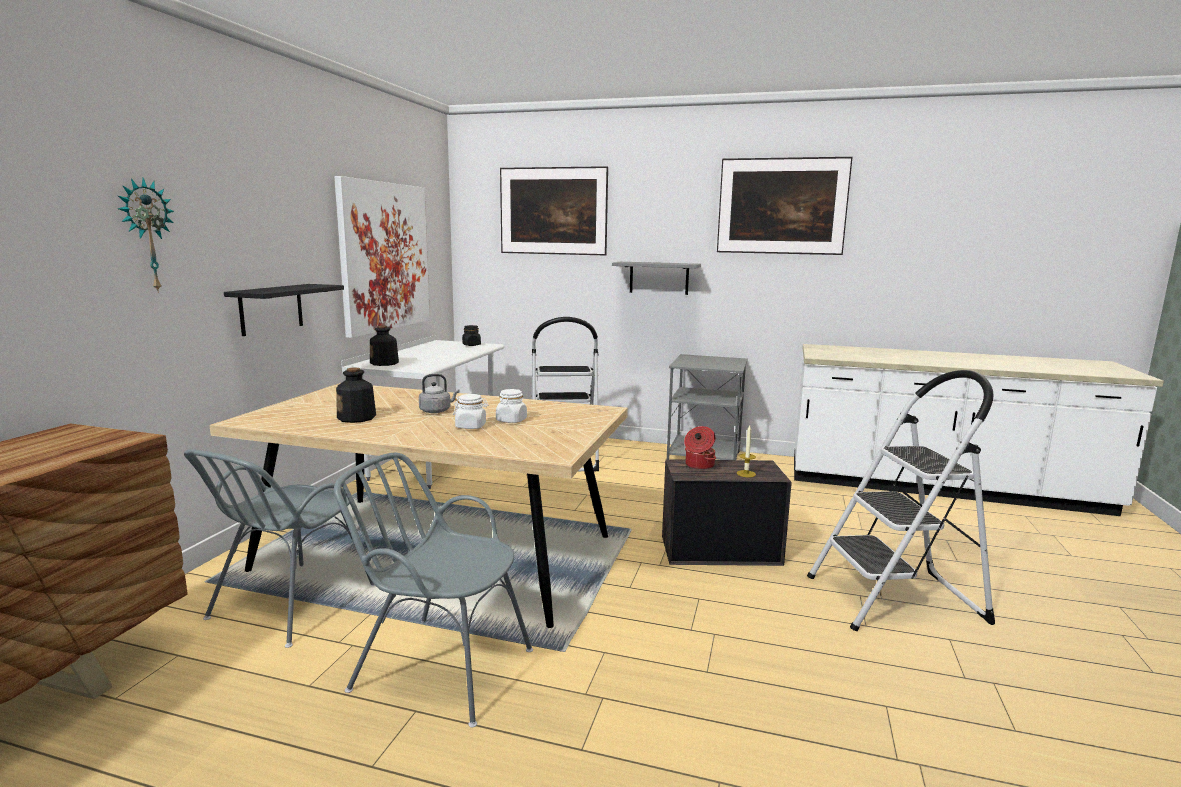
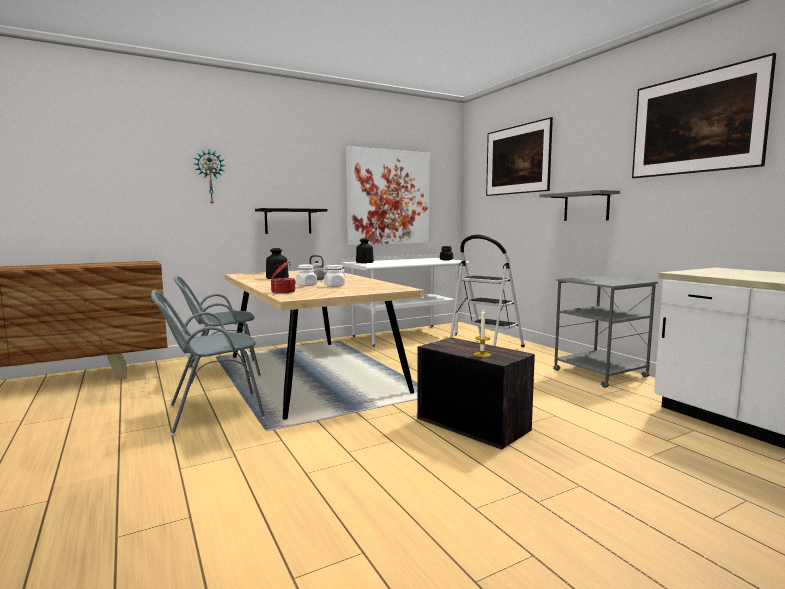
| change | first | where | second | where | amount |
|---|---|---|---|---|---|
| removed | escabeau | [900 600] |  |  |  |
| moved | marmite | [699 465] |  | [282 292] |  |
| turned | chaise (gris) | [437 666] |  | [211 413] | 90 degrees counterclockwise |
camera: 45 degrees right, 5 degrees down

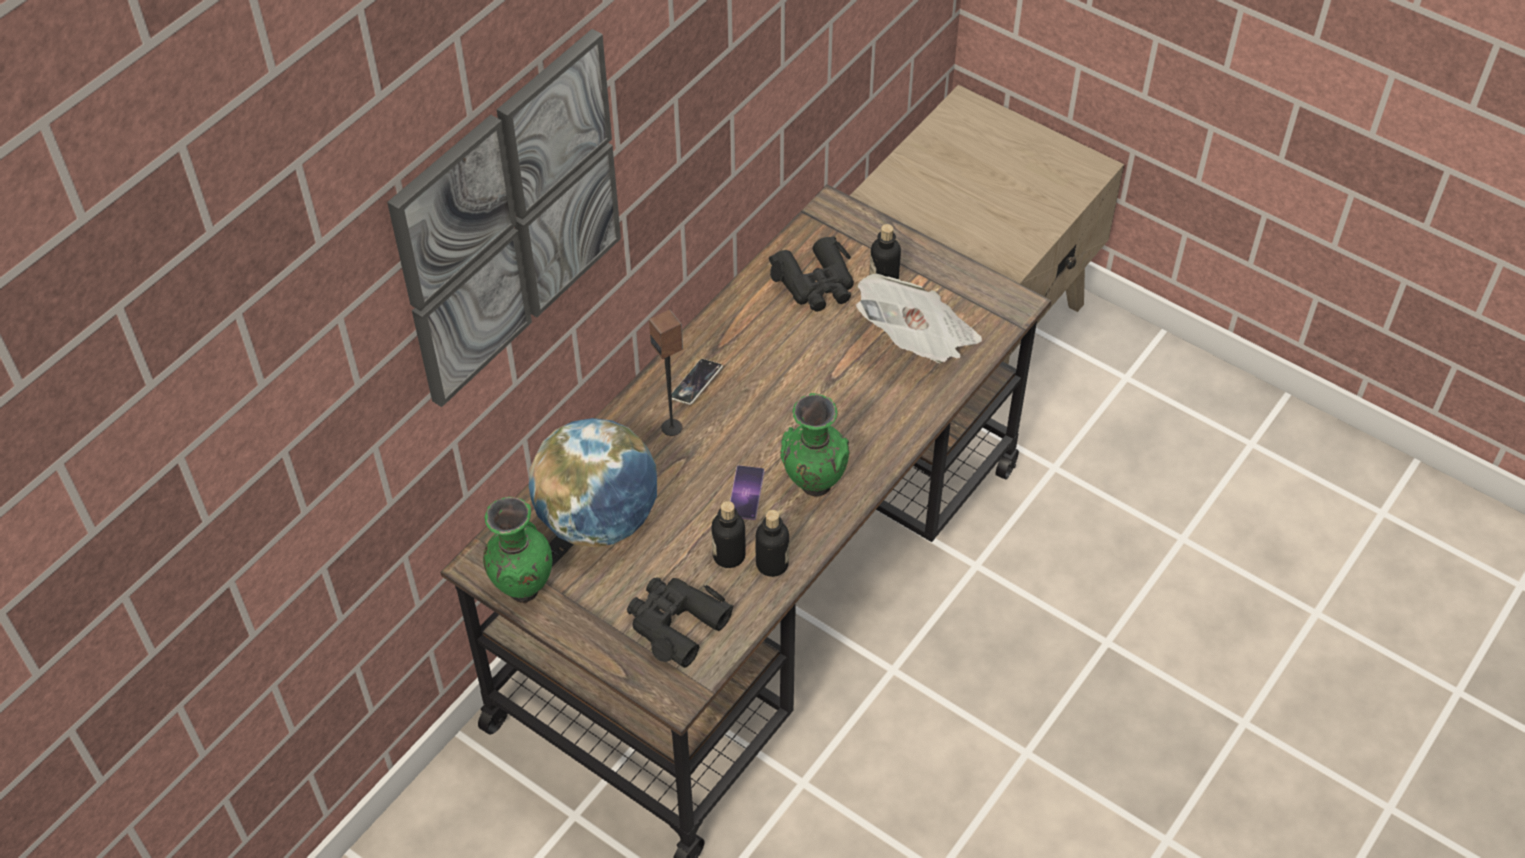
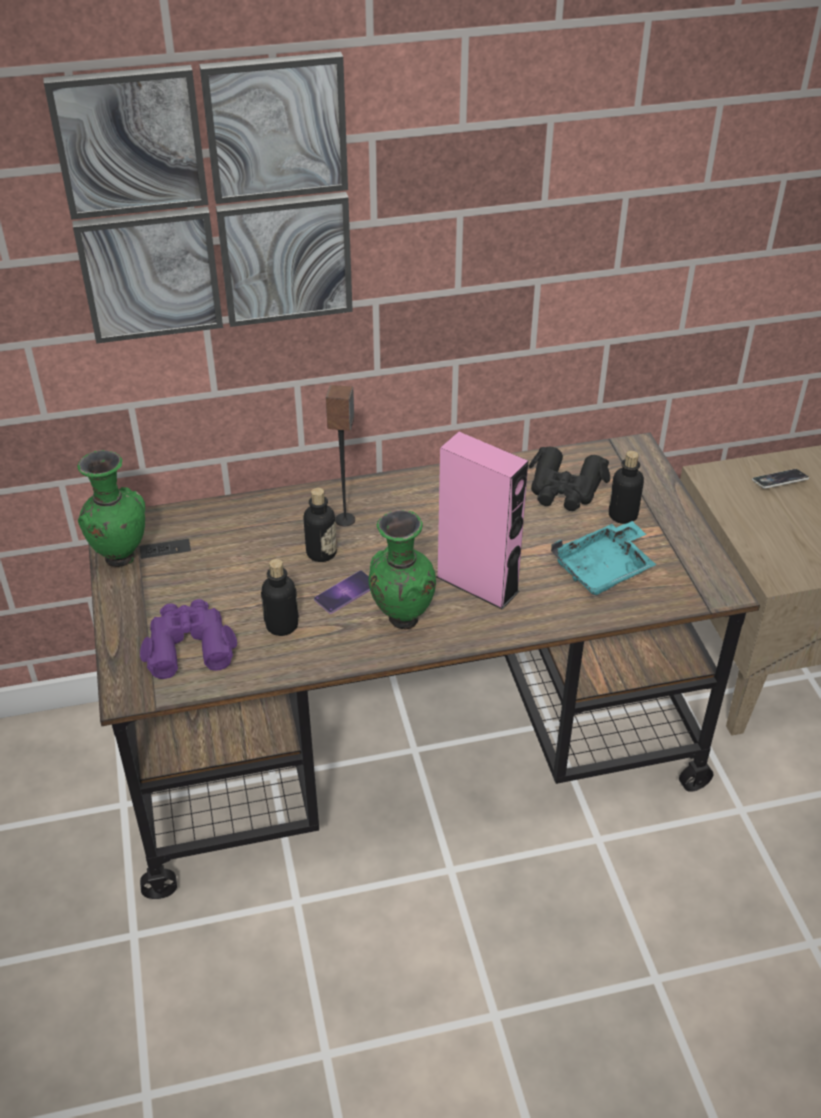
| change | first | where | second | where | amount |
|---|---|---|---|---|---|
| replaced | journal | [917 341] | plateau (turquoise) | [604 569] |  |
| moved | téléphone | [696 384] |  | [779 481] |  |
| removed | globe | [598 519] |  |  |  |
| moved | bouteille | [772 564] |  | [321 553] |  |
| recoloured | jumelles (noir) | [675 623] | jumelles (violet) | [188 645] |  |
| added |  |  | enceinte (rose) | [477 584] |  |
camera: 40 degrees right, 10 degrees down

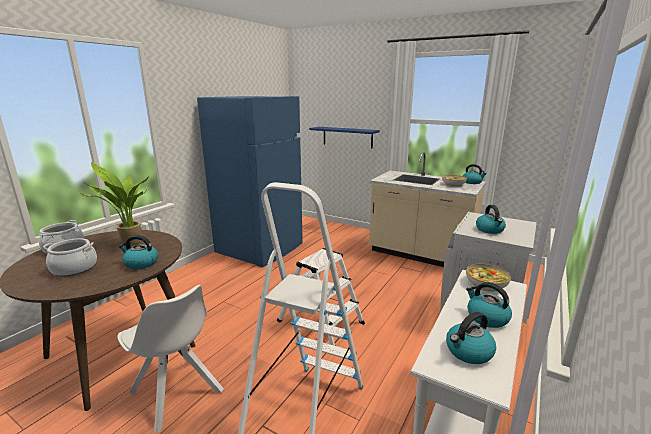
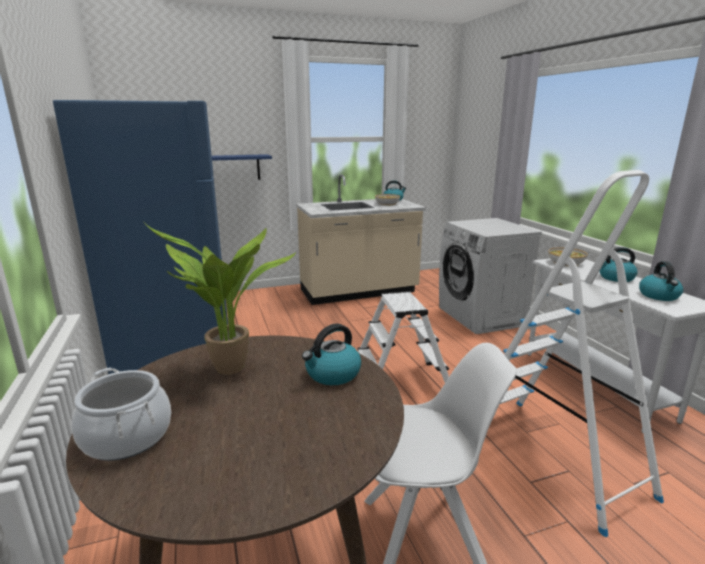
| change | first | where | second | where | amount |
|---|---|---|---|---|---|
| removed | bouilloire | [490 230] |  |  |  |
| removed | marmite | [74 268] |  |  |  |
camera: 50 degrees left, 0 degrees up

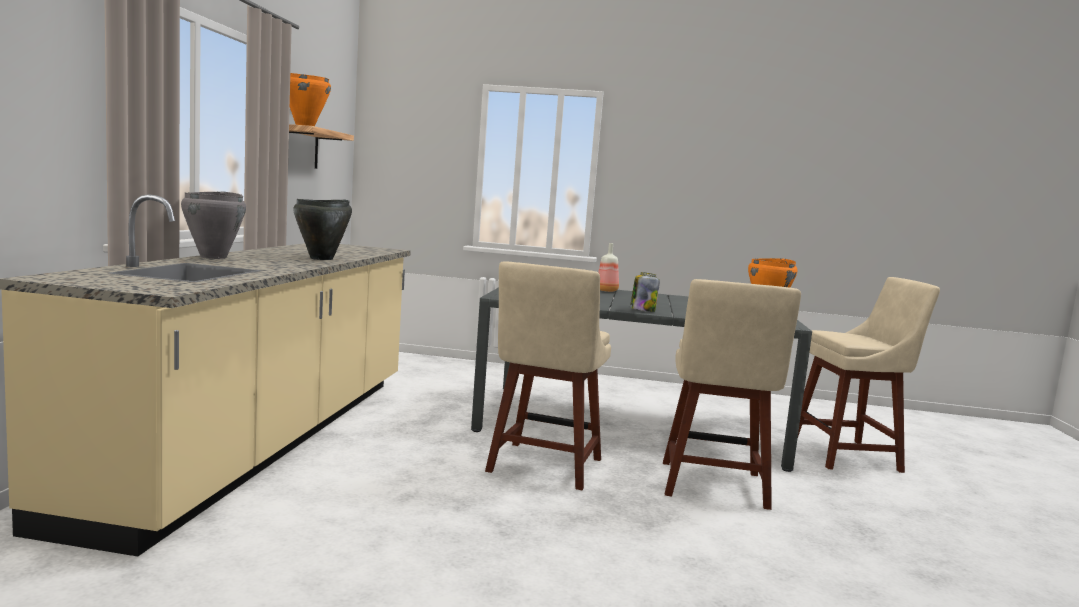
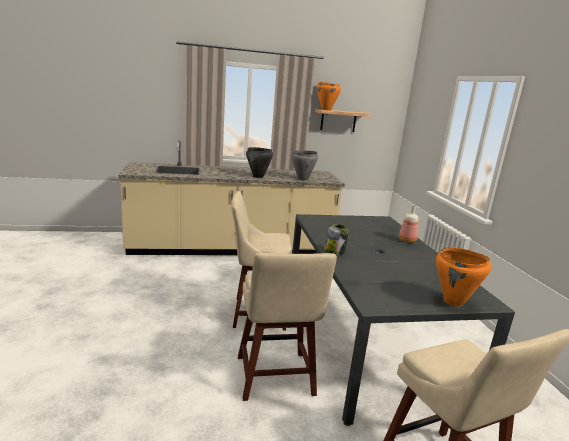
| change | first | where | second | where | amount |
|---|---|---|---|---|---|
| moved | marmite (gris) | [214 257] |  | [302 179] |  |
| turned | chaise (beige) | [713 487] |  | [275 378] | 90 degrees counterclockwise |
camera: 70 degrees right, 10 degrees up

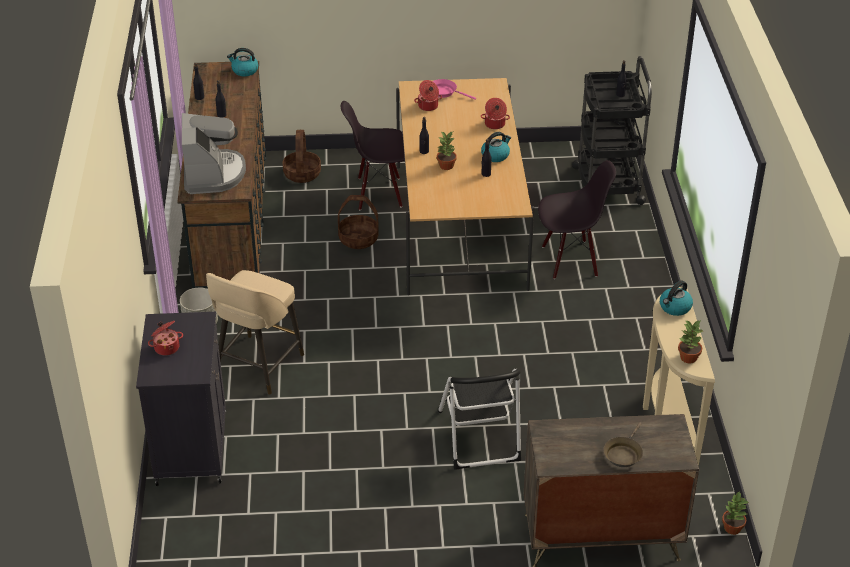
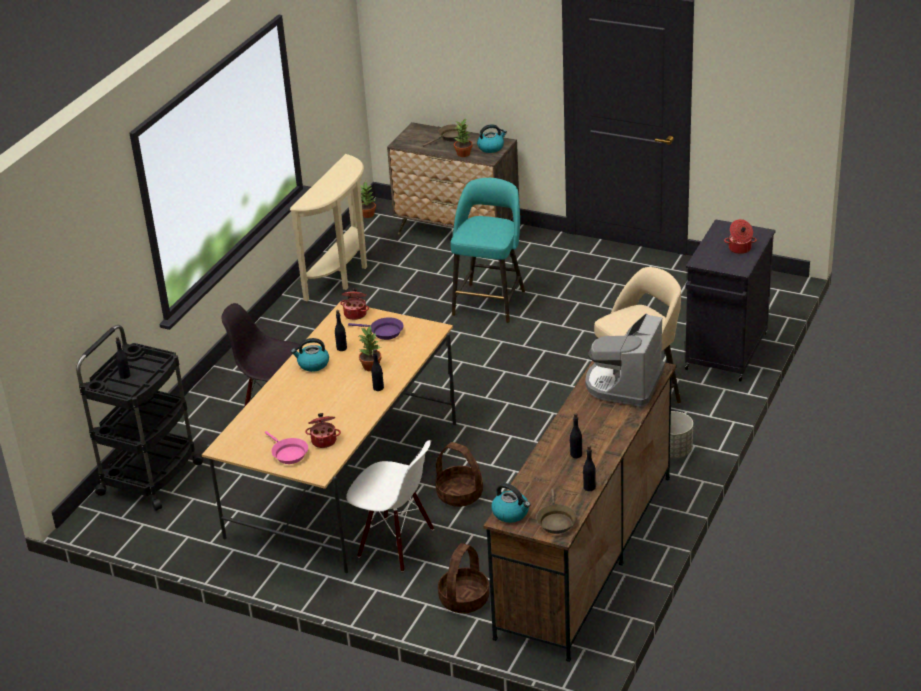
| change | first | where | second | where | amount |
|---|---|---|---|---|---|
| moved | marmite | [494 124] |  | [355 314] |  |
| recoloured | chaise (noir) | [379 193] | chaise (blanc) | [395 543] |  |
| moved | bouilloire | [675 307] |  | [491 147] |  |
| moved | plante en pot | [688 357] |  | [464 154] |  |
| replaced | escabeau | [479 438] | tabouret (turquoise) | [489 301] |  |
| added |  |  | poêle (violet) | [384 332] |  |
| added |  |  | poêle (marron) | [556 521] |  |
camera: 150 degrees left, 5 degrees down

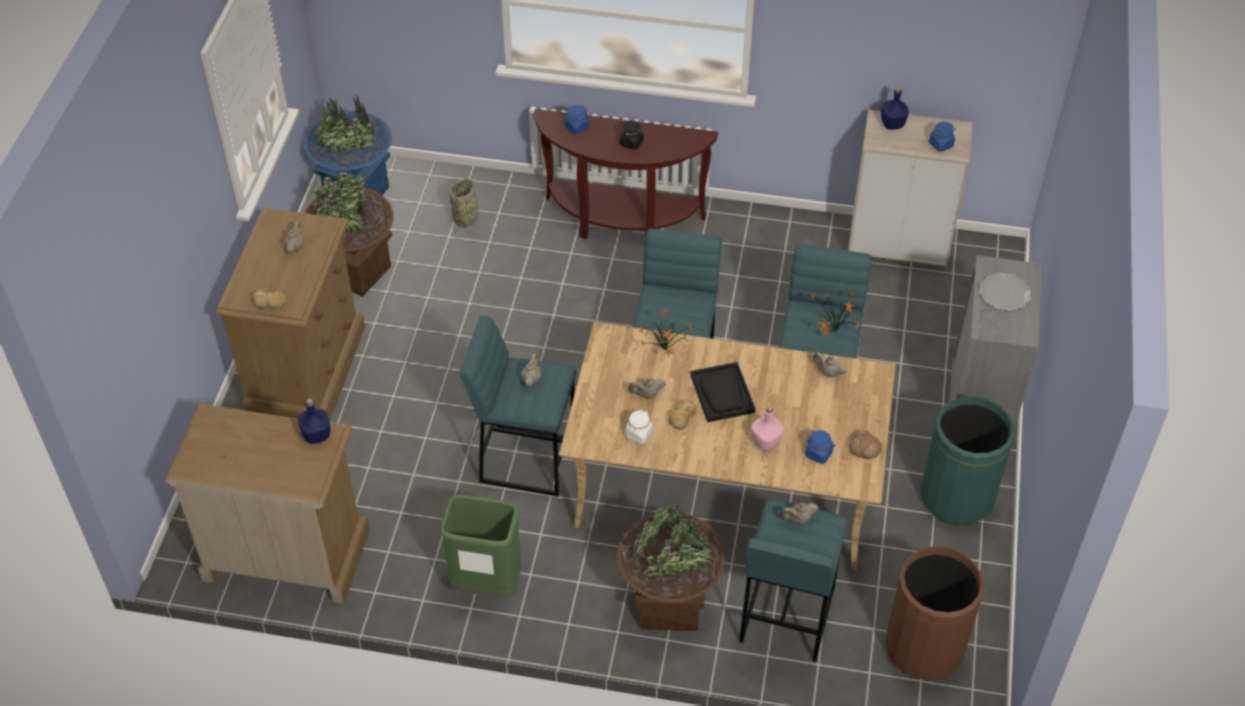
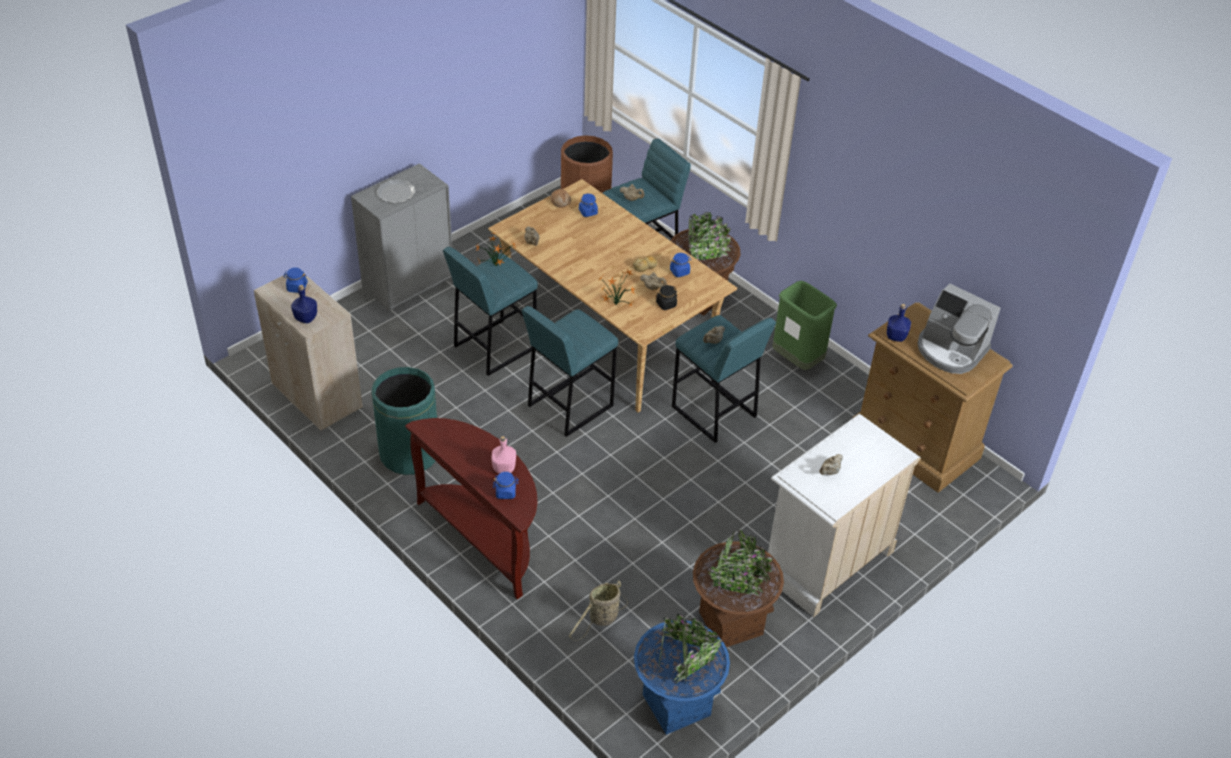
| change | first | where | second | where | amount |
|---|---|---|---|---|---|
| moved | bocal (noir) | [631 143] |  | [666 304] |  |
| recoloured | commode (marron) | [307 370] | commode (blanc) | [825 561] |  |
| removed | pain | [269 303] |  |  |  |
| removed | plateau (noir) | [722 393] |  |  |  |
| moved | poubelle (vert) | [956 496] |  | [409 454] |  |
| moved | bouteille (rose) | [766 442] |  | [504 468] |  |
| recoloured | bocal (blanc) | [638 434] | bocal (bleu) | [679 272] |  |
| added |  |  | machine à café | [950 350] |  |
camera: 145 degrees left, 5 degrees down

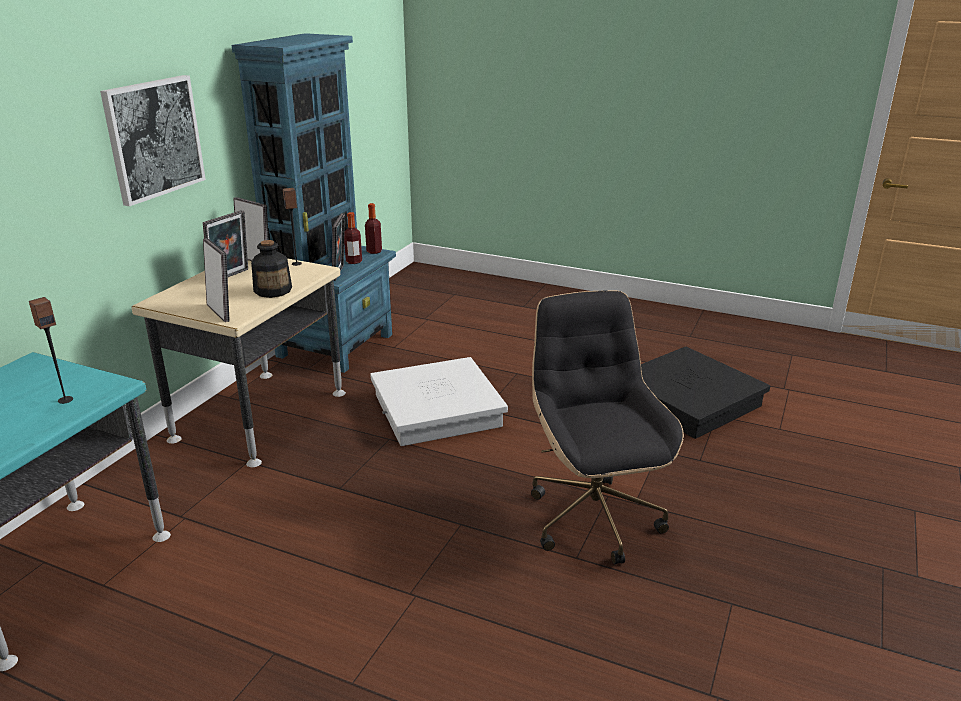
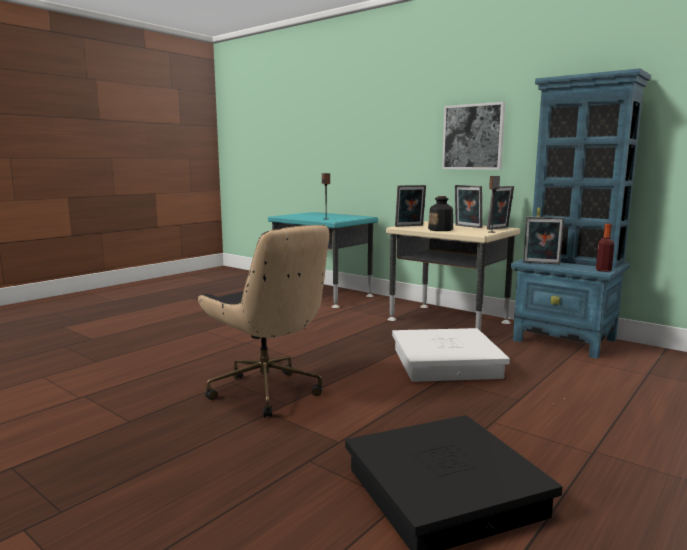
| change | first | where | second | where | amount |
|---|---|---|---|---|---|
| removed | bouteille | [354 261] |  |  |  |
| turned | chaise de bureau (noir) | [592 516] |  | [267 394] | 45 degrees clockwise |
camera: 105 degrees right, 15 degrees down

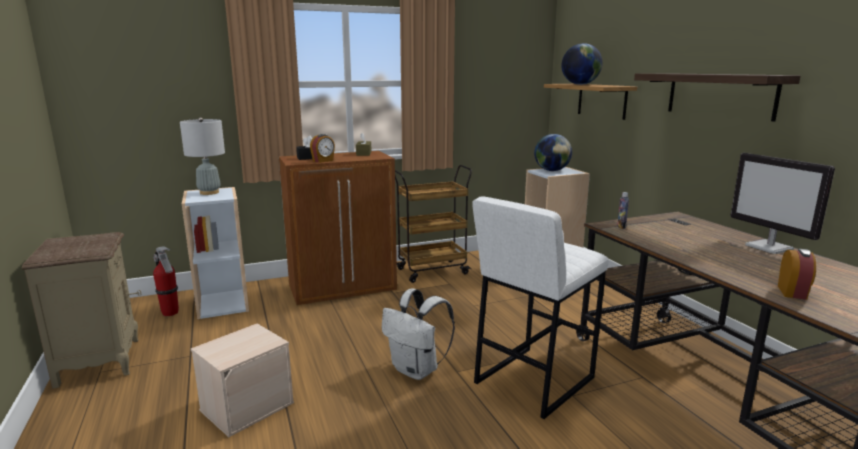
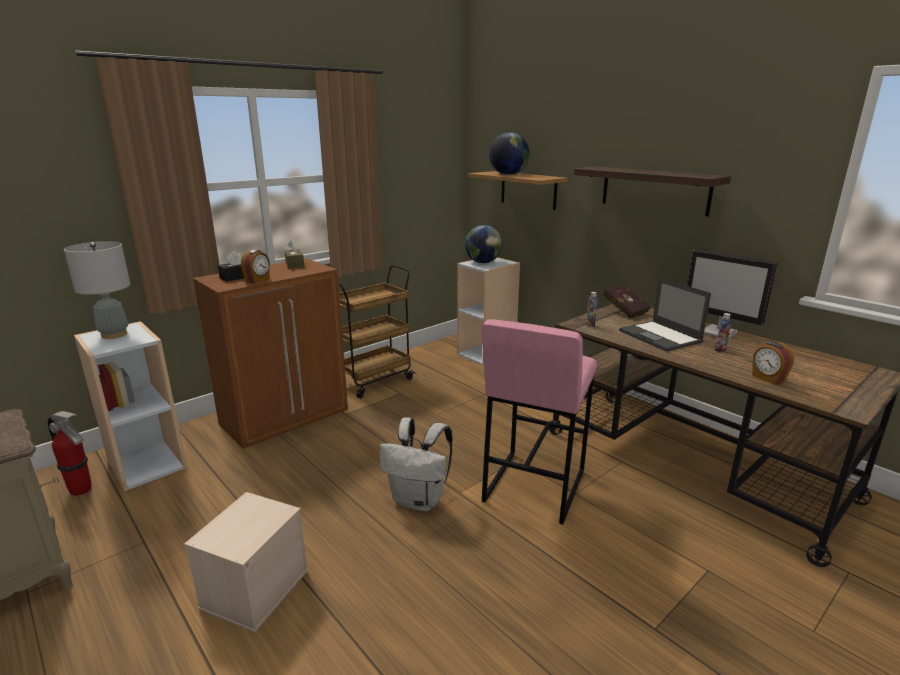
| change | first | where | second | where | amount |
|---|---|---|---|---|---|
| recoloured | tabouret (blanc) | [532 381] | tabouret (rose) | [533 487] |  |
| turned | réveil | [792 292] |  | [768 378] | 150 degrees clockwise |
| added |  |  | ordinateur portable | [660 336] |  |
| added |  |  | livre (rouge) | [623 311] |  |
| added |  |  | bouteille | [720 349] |  |
camera: 20 degrees left, 5 degrees up

